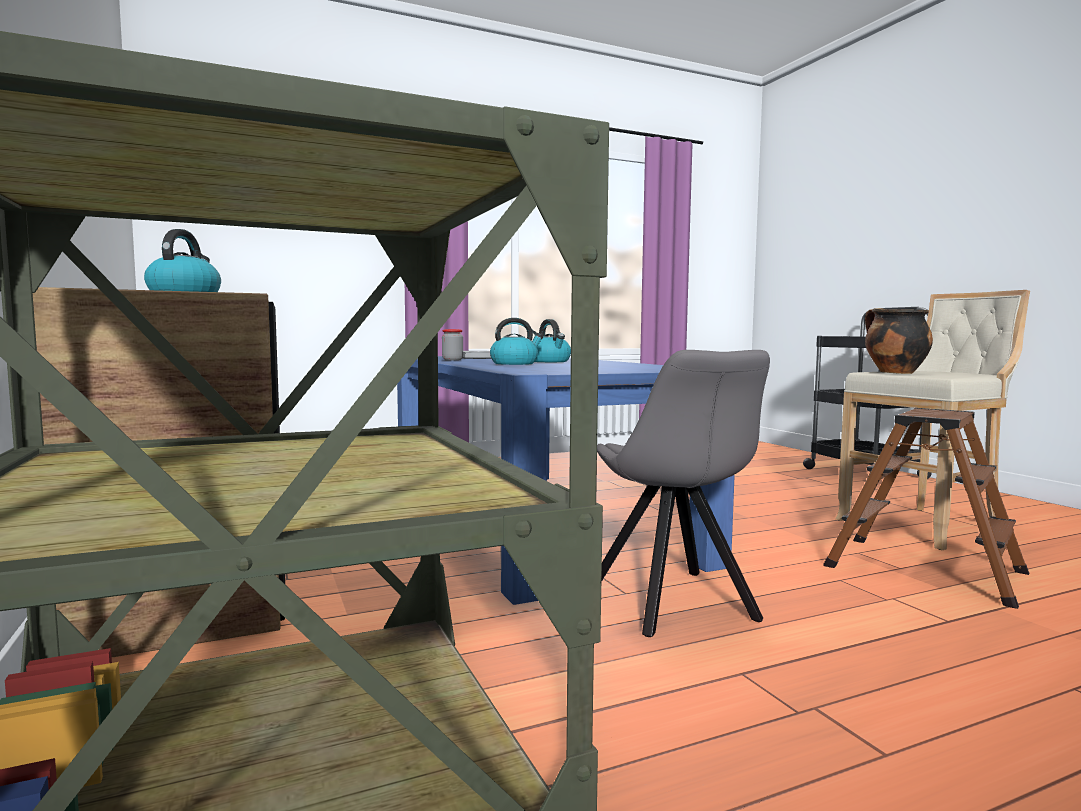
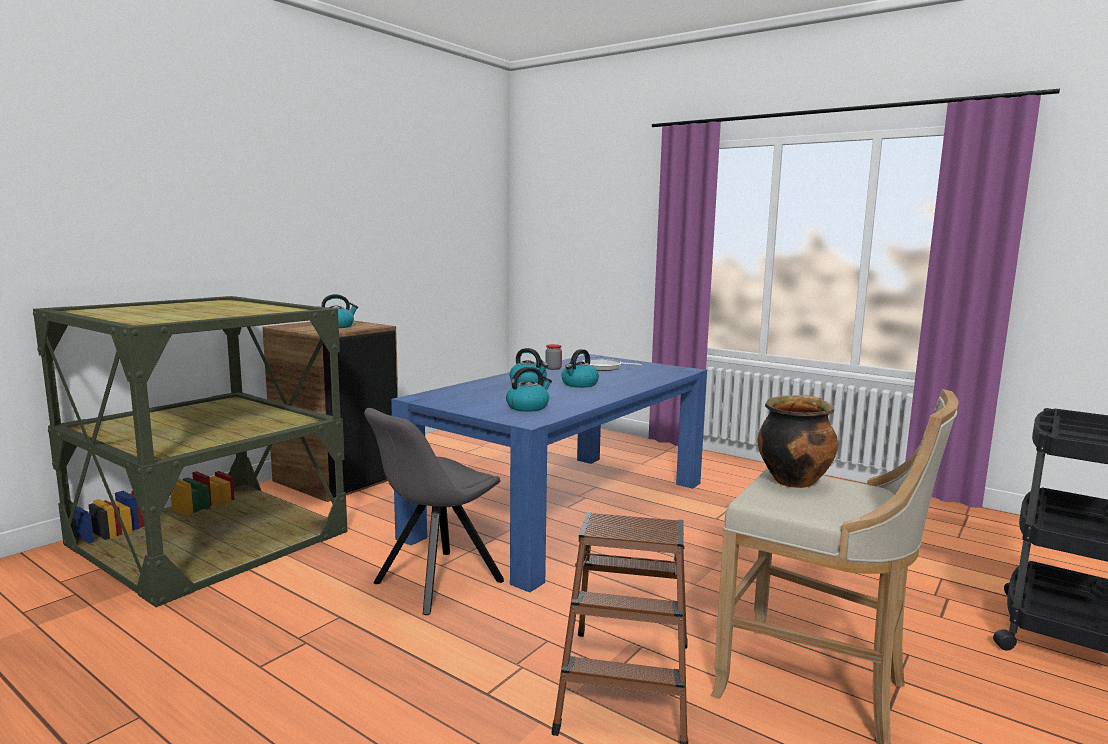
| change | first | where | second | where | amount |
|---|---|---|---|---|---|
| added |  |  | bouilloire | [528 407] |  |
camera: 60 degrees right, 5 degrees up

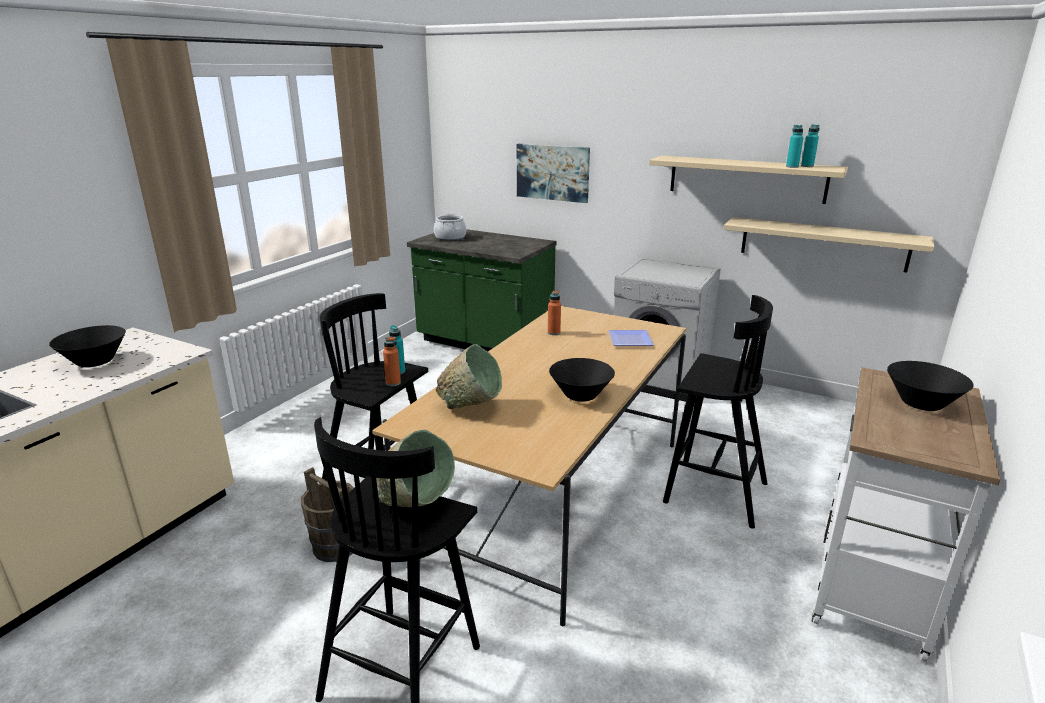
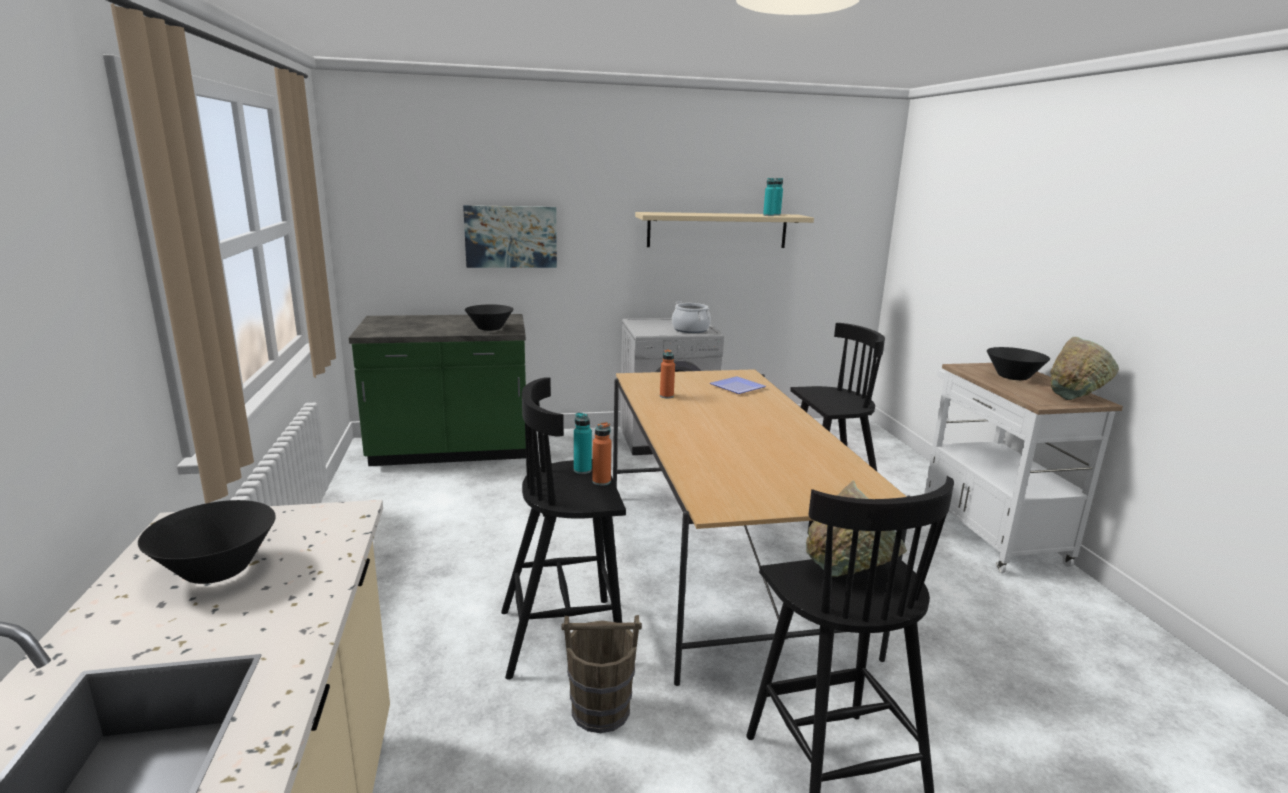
| change | first | where | second | where | amount |
|---|---|---|---|---|---|
| moved | marmite | [450 237] |  | [690 330] |  |
| removed | étagère (beige) | [823 244] |  |  |  |
| moved | bol (vert) | [472 408] |  | [1073 396] |  |
| moved | bol (noir) | [581 395] |  | [490 328] |  |
camera: 40 degrees left, 5 degrees down

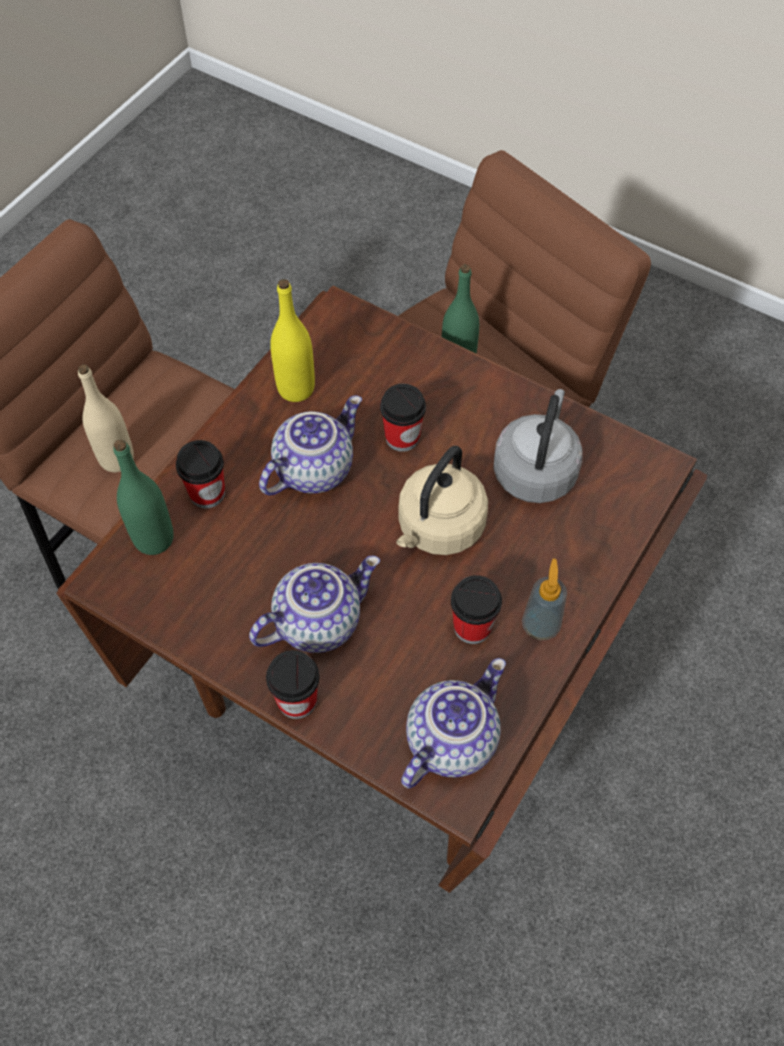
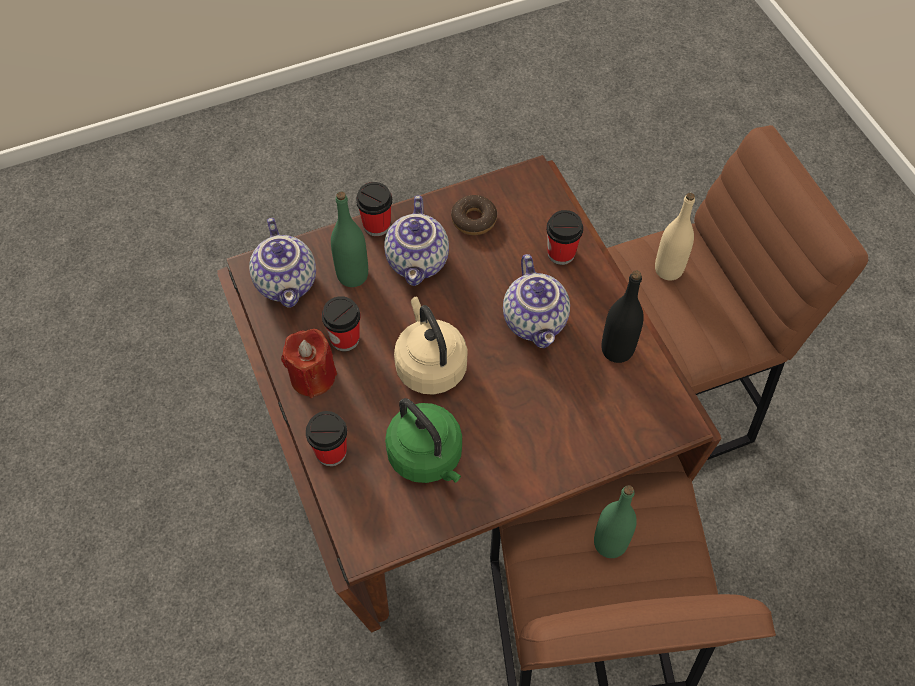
| change | first | where | second | where | amount |
|---|---|---|---|---|---|
| recoloured | bouteille (jaune) | [296 388] | bouteille (noir) | [617 350] |  |
| moved | tasse | [402 437] |  | [331 452] |  |
| recoloured | bouilloire (gris) | [535 470] | bouilloire (vert) | [427 457] |  |
| moved | bouteille (vert) | [154 539] |  | [352 275] |  |
| replaced | distributeur de savon | [540 625] | bougie (rouge) | [313 377] |  |
| added |  |  | beignet | [474 219] |  |
camera: 125 degrees right, 0 degrees up

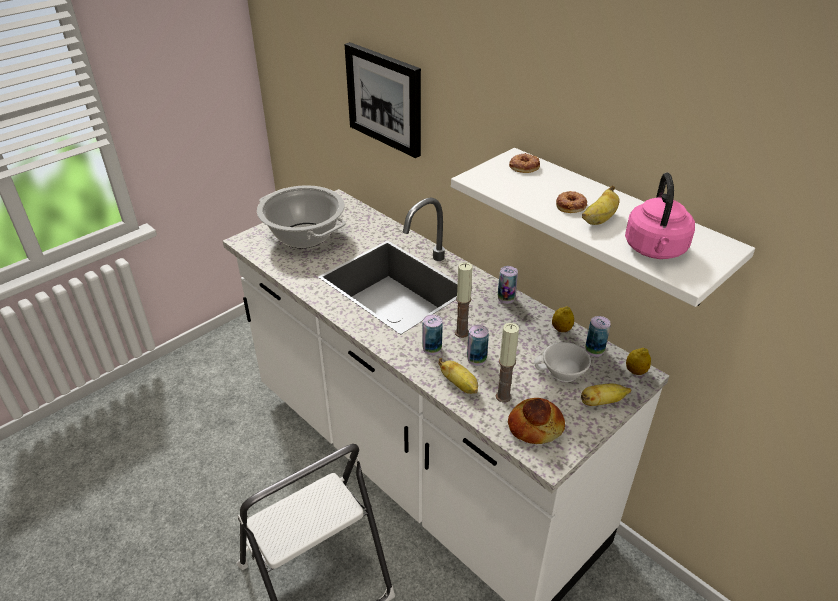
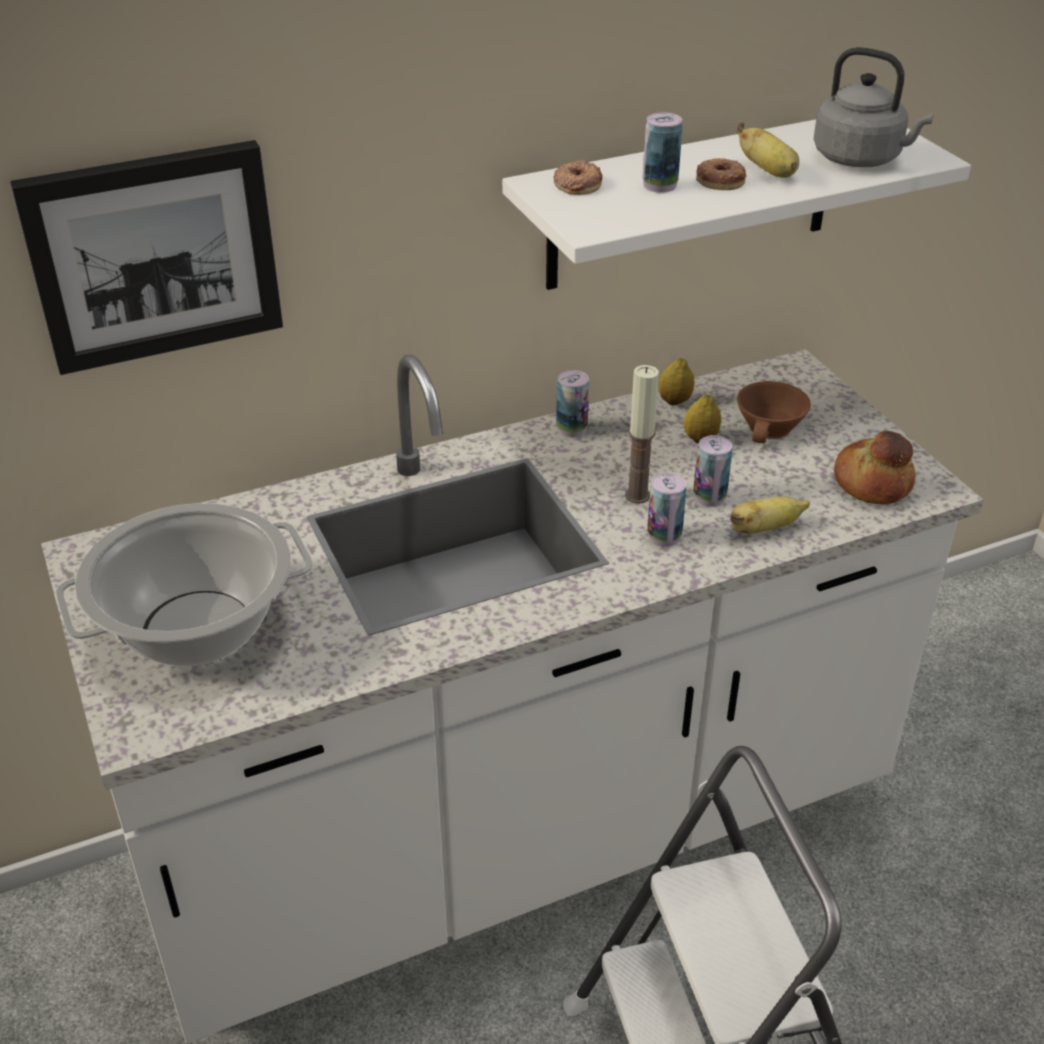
| change | first | where | second | where | amount |
|---|---|---|---|---|---|
| recoloured | bouilloire (rose) | [655 250] | bouilloire (gris) | [861 159] |  |
| moved | boîte métallique | [594 350] |  | [659 185] |  |
| removed | bougie | [503 396] |  |  |  |
| recoloured | tasse (blanc) | [562 373] | tasse (marron) | [772 429] |  |
| moved | citron | [635 371] |  | [700 439] |  |
| removed | banane | [602 402] |  |  |  |
camera: 70 degrees left, 0 degrees up

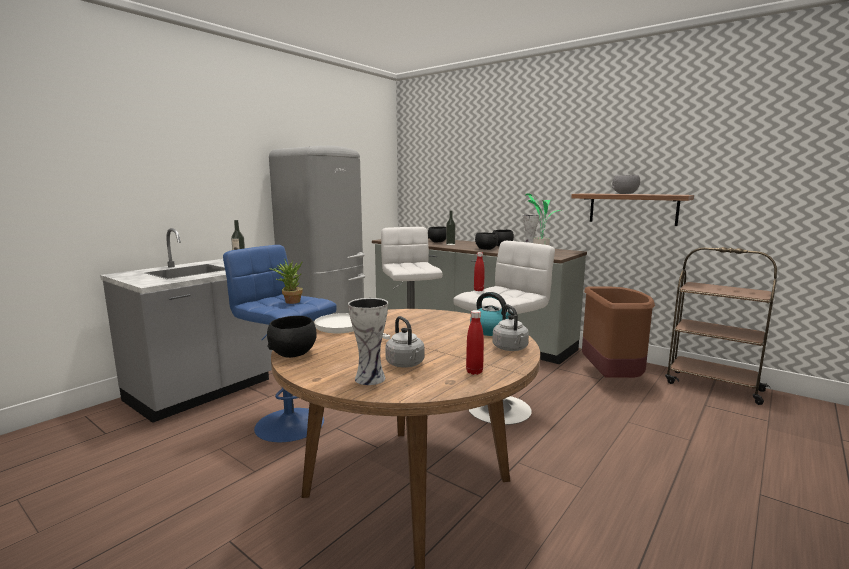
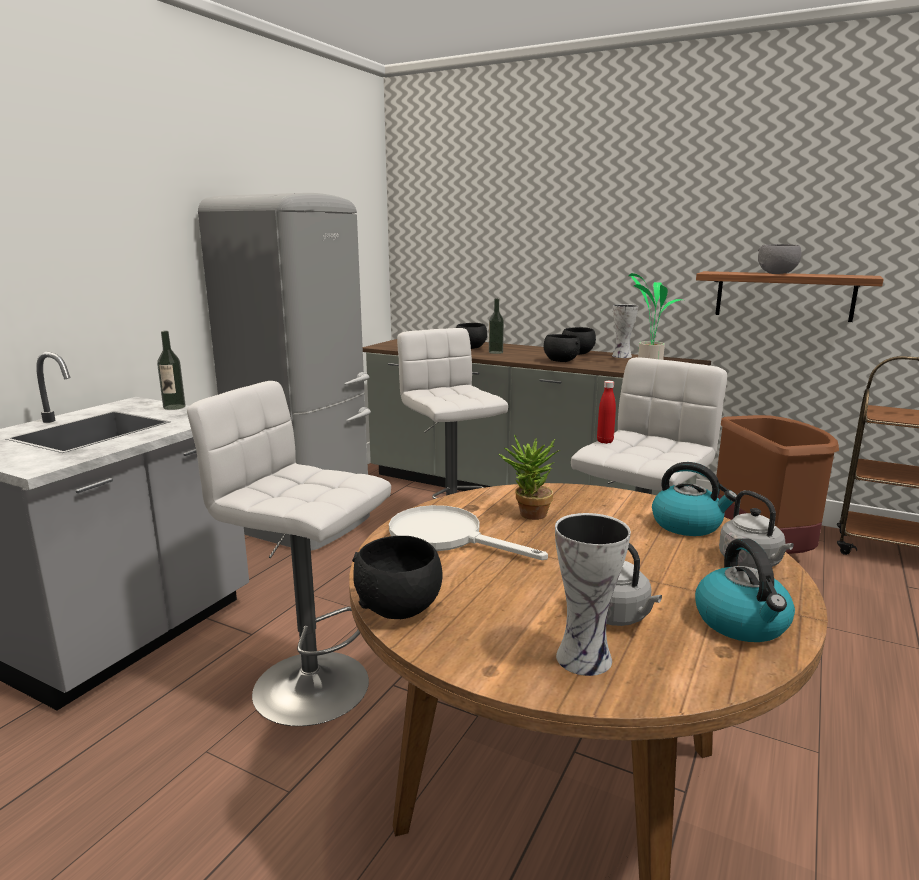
| change | first | where | second | where | amount |
|---|---|---|---|---|---|
| recoloured | tabouret (bleu) | [290 424] | tabouret (blanc) | [311 686] |  |
| moved | plante en pot | [289 302] |  | [528 515] |  |
| replaced | bouteille (rouge) | [474 372] | bouilloire | [742 623] |  |
camera: 10 degrees left, 5 degrees up

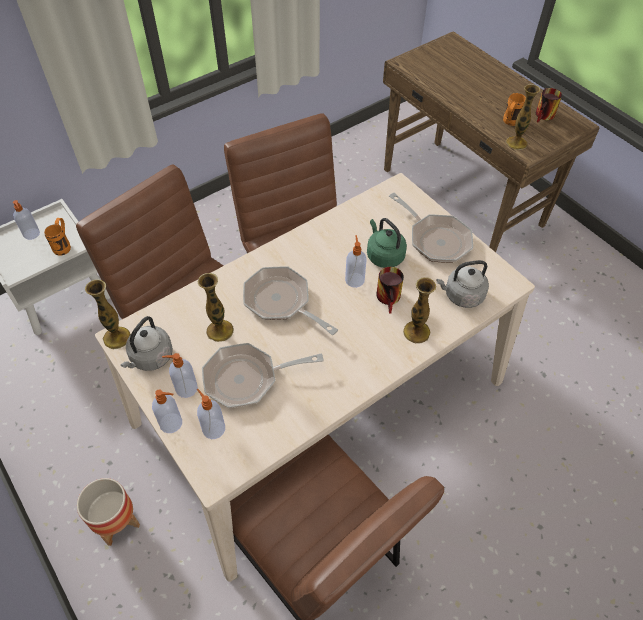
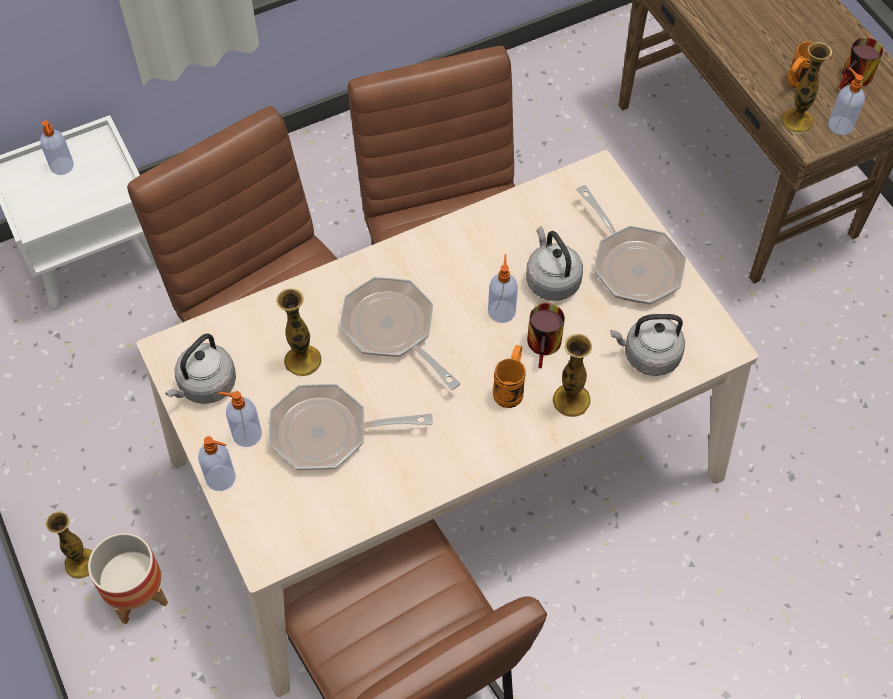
| change | first | where | second | where | amount |
|---|---|---|---|---|---|
| moved | mug (orange) | [64 245] |  | [510 388] |  |
| recoloured | bouilloire (vert) | [384 255] | bouilloire (gris) | [551 280] |  |
| moved | vase | [117 337] |  | [81 563] |  |
| moved | distributeur de savon | [213 428] |  | [839 125] |  |
camera: 10 degrees right, 5 degrees up

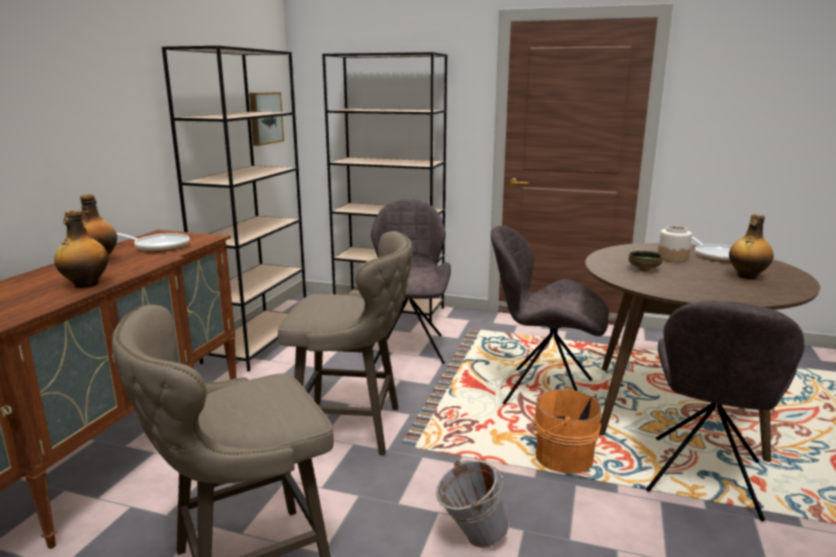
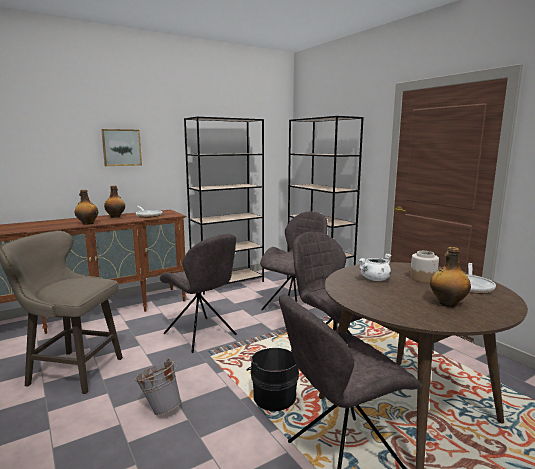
| change | first | where | second | where | amount |
|---|---|---|---|---|---|
| moved | tableau | [264 118] |  | [121 147] |  |
| replaced | tabouret (beige) | [354 427] | chaise (gris) | [201 335] |  |
| replaced | bol | [644 269] | marmite (blanc) | [374 279] |  |
| recoloured | seau (orange) | [561 457] | seau (noir) | [273 397] |  |
camera: 40 degrees right, 5 degrees down

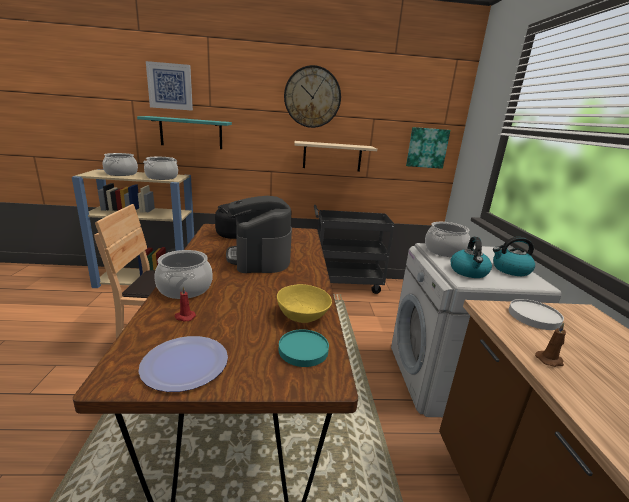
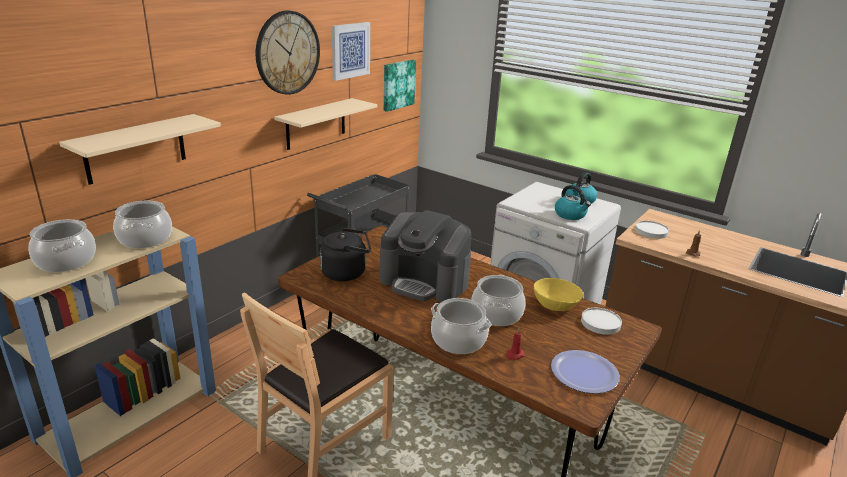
| change | first | where | second | where | amount |
|---|---|---|---|---|---|
| moved | tableau | [170 86] |  | [350 50] |  |
| recoloured | étagère (turquoise) | [191 133] | étagère (beige) | [135 149] |  |
| moved | marmite | [444 251] |  | [497 314] |  |
| recoloured | assiette (turquoise) | [303 350] | assiette (blanc) | [600 323] |  |
camera: 50 degrees left, 5 degrees up

